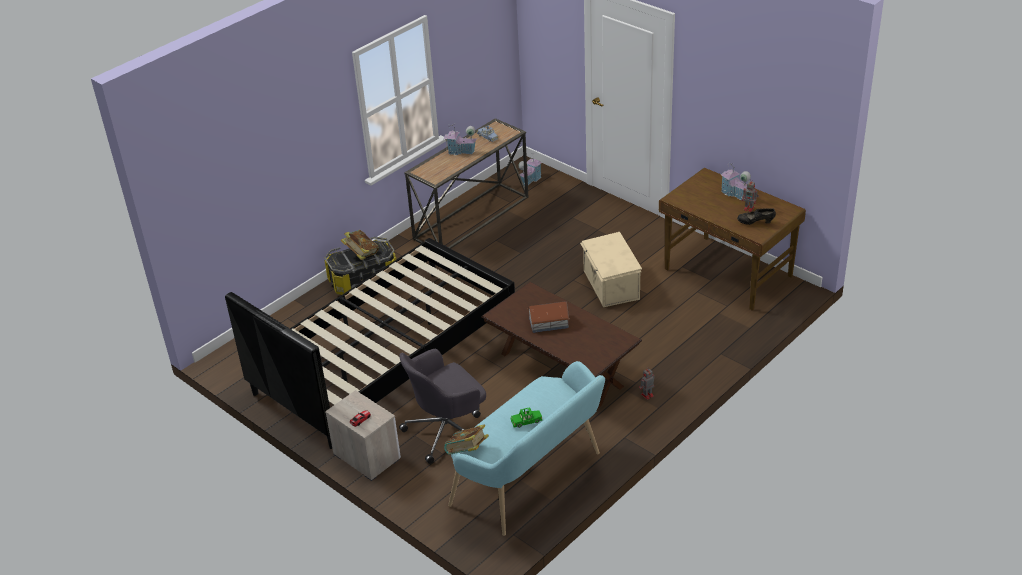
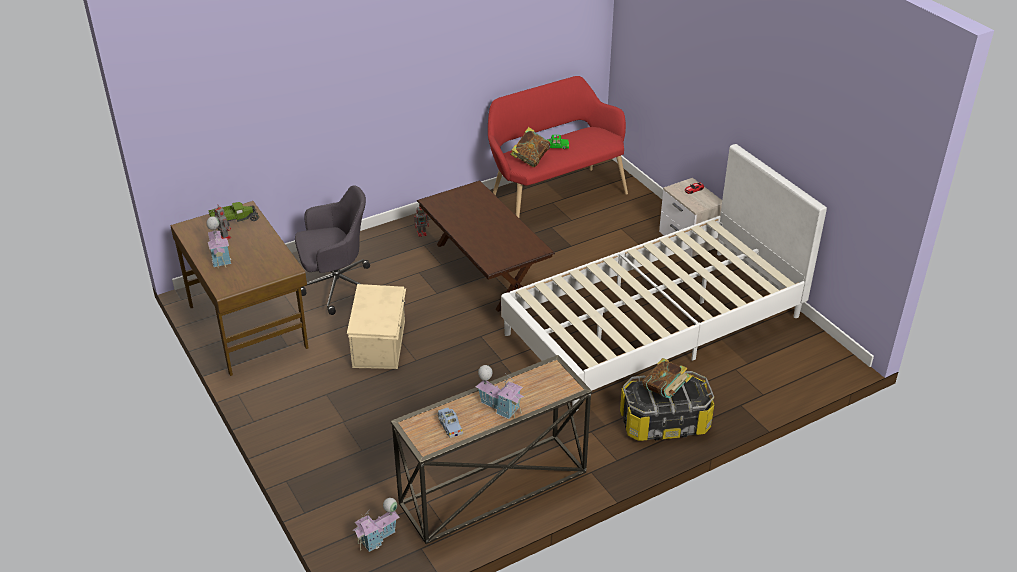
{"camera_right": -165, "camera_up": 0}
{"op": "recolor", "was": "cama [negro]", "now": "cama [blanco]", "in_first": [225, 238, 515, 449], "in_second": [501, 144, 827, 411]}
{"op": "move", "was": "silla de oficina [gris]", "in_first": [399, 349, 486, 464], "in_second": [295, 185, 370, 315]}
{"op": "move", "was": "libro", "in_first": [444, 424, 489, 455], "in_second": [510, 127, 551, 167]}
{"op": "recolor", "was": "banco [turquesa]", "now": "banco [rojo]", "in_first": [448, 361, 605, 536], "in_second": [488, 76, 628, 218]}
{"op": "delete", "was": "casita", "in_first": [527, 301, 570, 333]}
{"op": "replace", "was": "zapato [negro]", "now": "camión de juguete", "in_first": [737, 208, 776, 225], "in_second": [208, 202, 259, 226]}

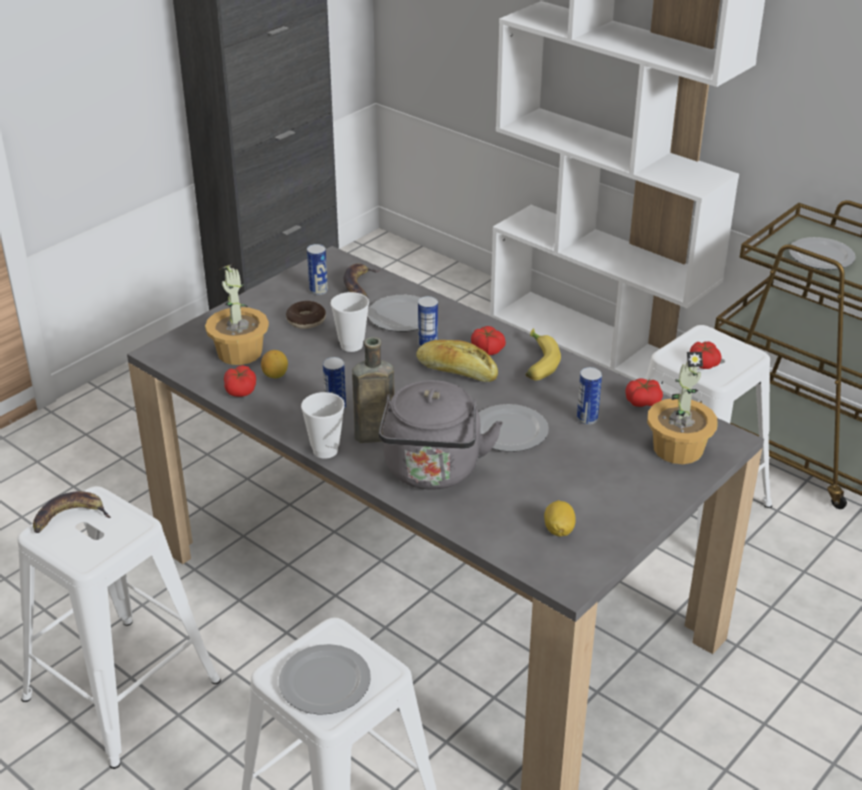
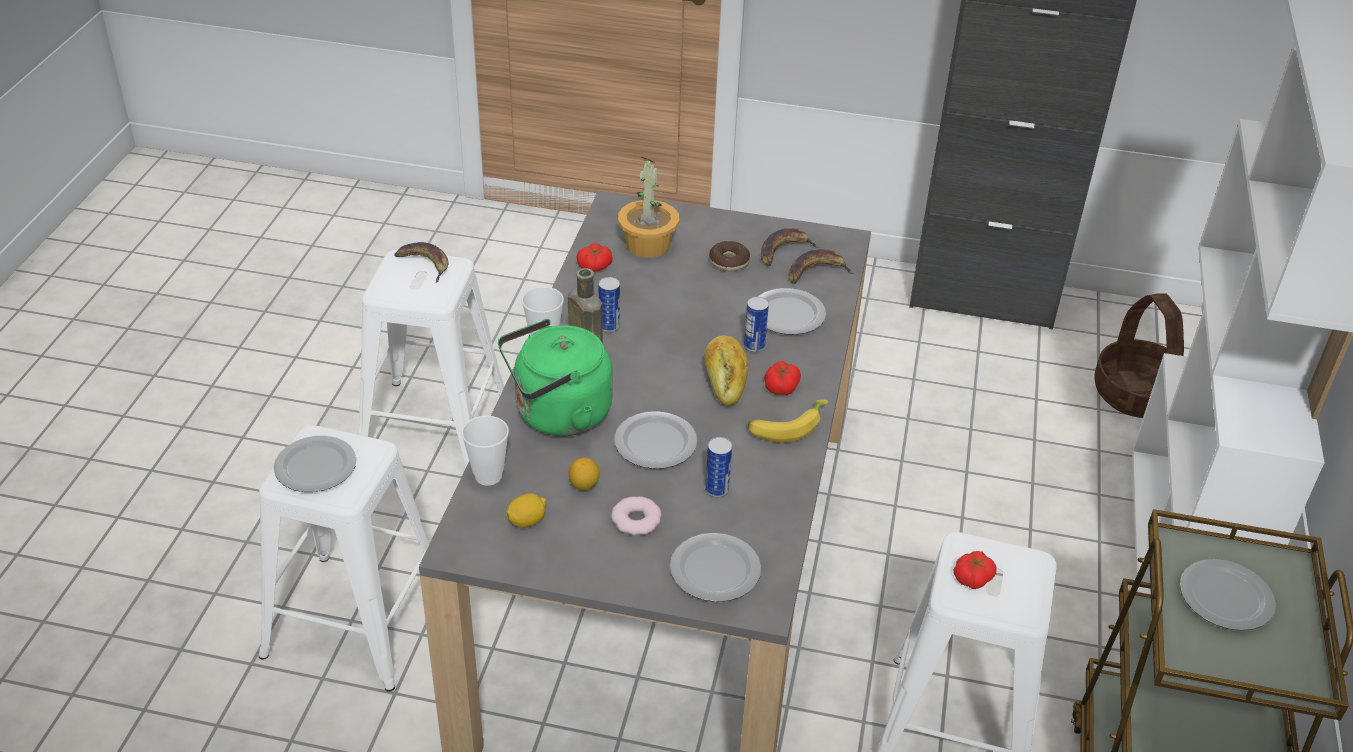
{"camera_right": 60, "camera_up": 5}
{"op": "move", "was": "limón", "in_first": [261, 350, 288, 378], "in_second": [569, 457, 600, 491]}
{"op": "replace", "was": "lata", "now": "plátano", "in_first": [307, 244, 328, 295], "in_second": [761, 228, 820, 266]}
{"op": "move", "was": "taza", "in_first": [330, 292, 369, 352], "in_second": [462, 416, 509, 486]}
{"op": "recolor", "was": "hervidor [gris]", "now": "hervidor [verde]", "in_first": [379, 380, 503, 490], "in_second": [498, 319, 613, 436]}
{"op": "delete", "was": "tomate", "in_first": [625, 378, 663, 407]}
{"op": "replace", "was": "planta en maceta", "now": "plato", "in_first": [647, 352, 718, 464], "in_second": [670, 533, 761, 602]}
{"op": "insert", "now": "rosquilla", "in_second": [611, 497, 661, 535]}
{"op": "insert", "now": "cesta", "in_second": [1094, 293, 1184, 418]}

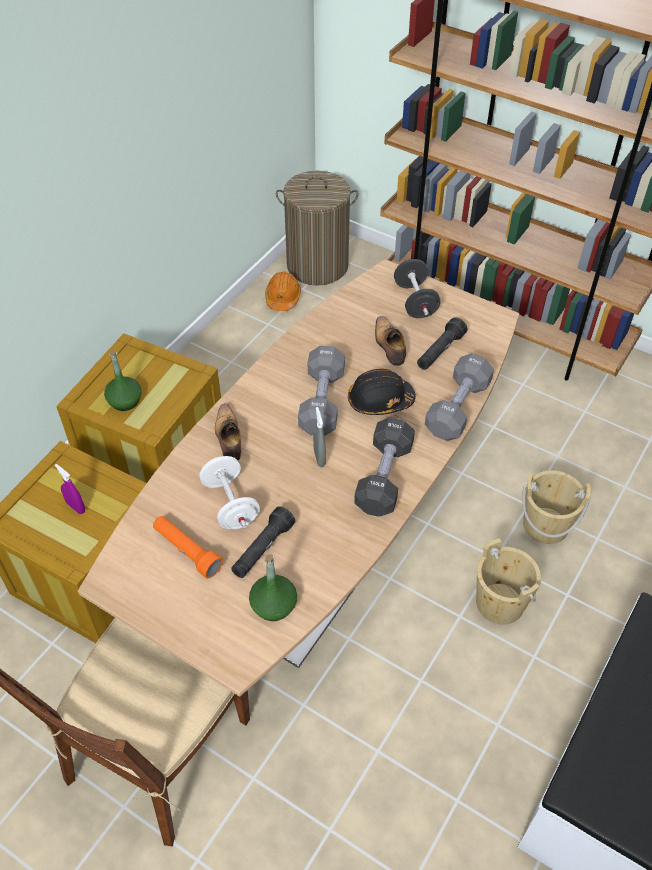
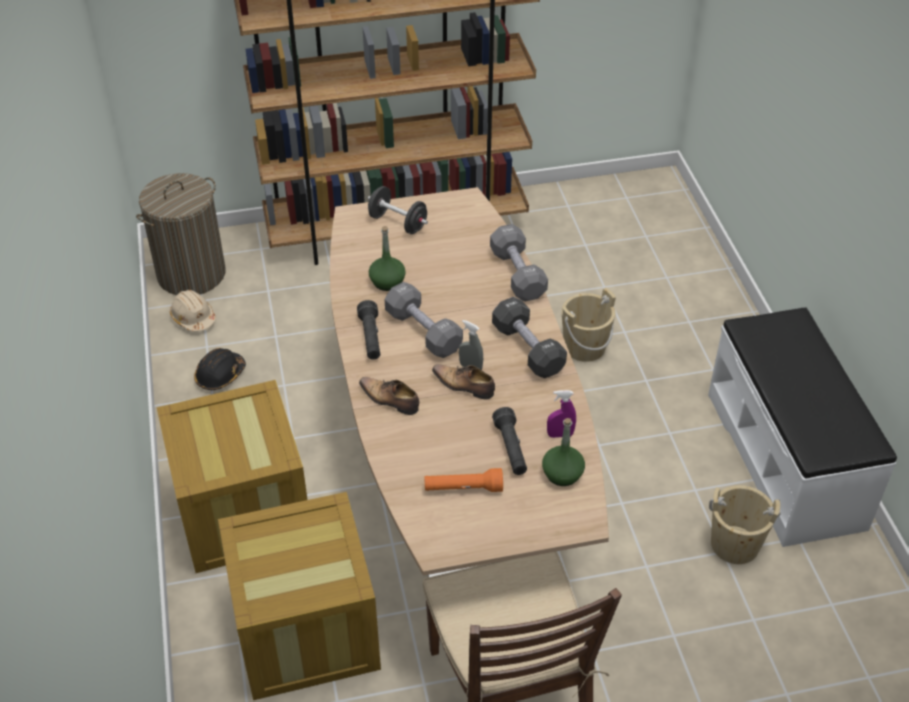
{"camera_right": -45, "camera_up": -5}
{"op": "move", "was": "pulverizador [morado]", "in_first": [55, 464, 85, 514], "in_second": [547, 390, 576, 438]}
{"op": "move", "was": "botella [verde]", "in_first": [104, 350, 141, 411], "in_second": [369, 226, 406, 291]}
{"op": "delete", "was": "mancuerna [blanco]", "in_first": [199, 456, 260, 529]}
{"op": "recolor", "was": "casco [naranja]", "now": "casco [beis]", "in_first": [265, 271, 301, 311], "in_second": [170, 290, 216, 332]}
{"op": "move", "was": "casco [negro]", "in_first": [348, 369, 416, 415], "in_second": [194, 348, 246, 390]}
{"op": "move", "was": "zapato", "in_first": [375, 316, 406, 366], "in_second": [432, 364, 495, 400]}
{"op": "move", "was": "linterna [negro]", "in_first": [417, 317, 467, 370], "in_second": [357, 300, 380, 360]}
{"op": "move", "was": "cubo [beis]", "in_first": [476, 538, 541, 625], "in_second": [709, 485, 781, 564]}

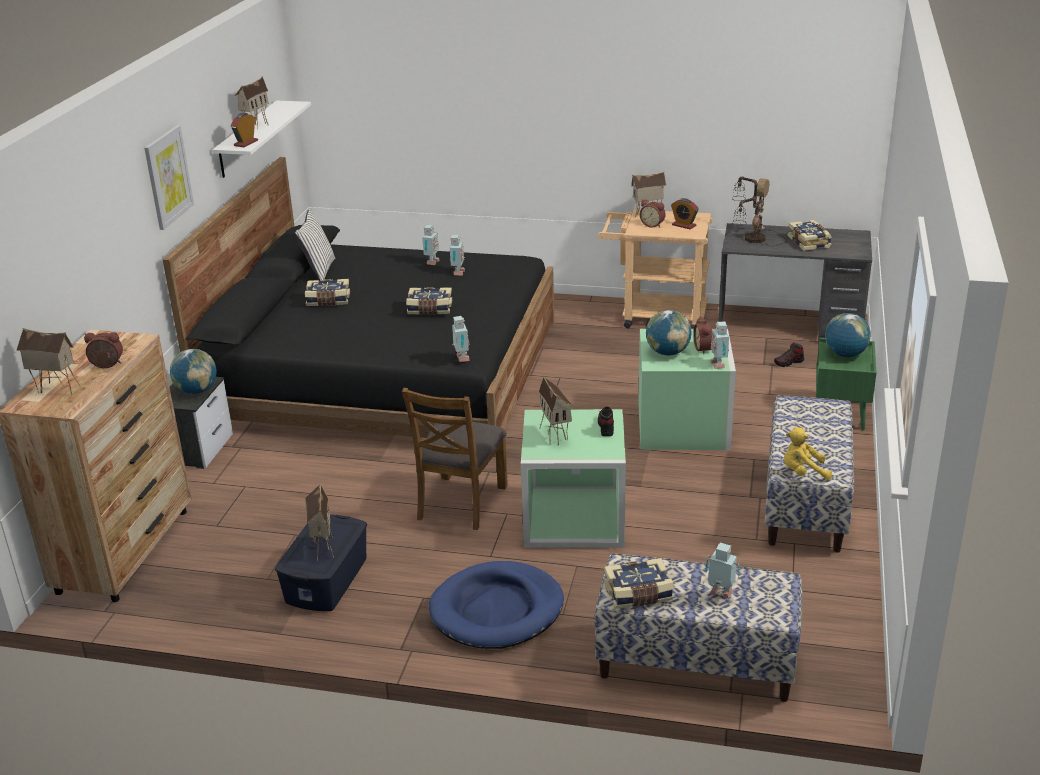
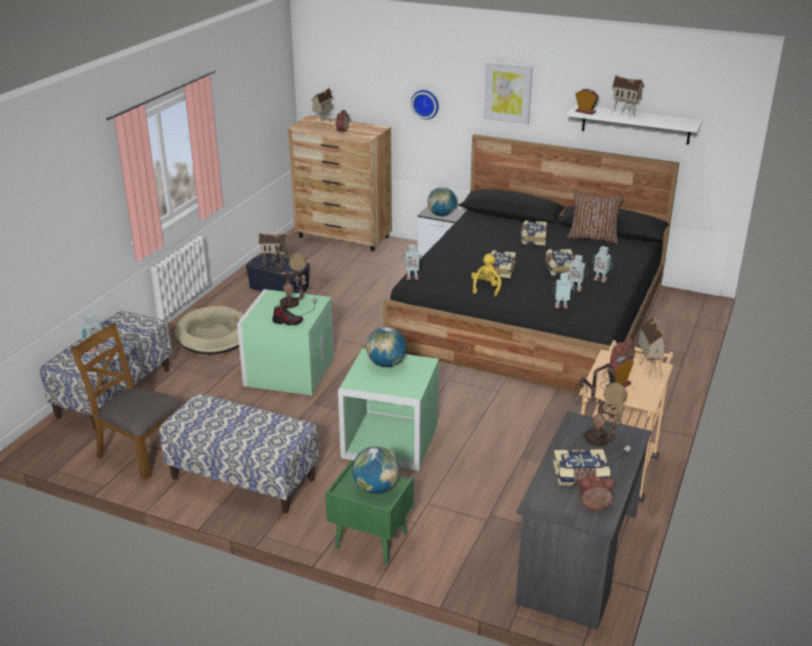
{"camera_right": 100, "camera_up": 0}
{"op": "recolor", "was": "cojín [blanco]", "now": "cojín [marrón]", "in_first": [295, 209, 335, 281], "in_second": [567, 191, 624, 244]}
{"op": "move", "was": "silla [marrón]", "in_first": [402, 388, 508, 530], "in_second": [70, 323, 182, 480]}
{"op": "recolor", "was": "cama para perro [azul]", "now": "cama para perro [beis]", "in_first": [429, 561, 564, 649], "in_second": [175, 306, 244, 354]}
{"op": "replace", "was": "casita", "now": "lámpara de mesa", "in_first": [539, 376, 573, 446], "in_second": [260, 243, 317, 316]}
{"op": "move", "was": "libro", "in_first": [604, 558, 674, 609], "in_second": [546, 249, 574, 276]}
{"op": "move", "was": "despertador", "in_first": [693, 317, 712, 354], "in_second": [580, 477, 614, 511]}
{"op": "move", "was": "robot de juguete", "in_first": [710, 322, 729, 369], "in_second": [552, 273, 575, 308]}
{"op": "delete", "was": "zapato", "in_first": [774, 342, 804, 367]}
{"op": "move", "was": "peluche [amarillo]", "in_first": [784, 427, 832, 480], "in_second": [471, 254, 502, 297]}
{"op": "insert", "now": "reloj de pared", "in_second": [411, 90, 439, 120]}

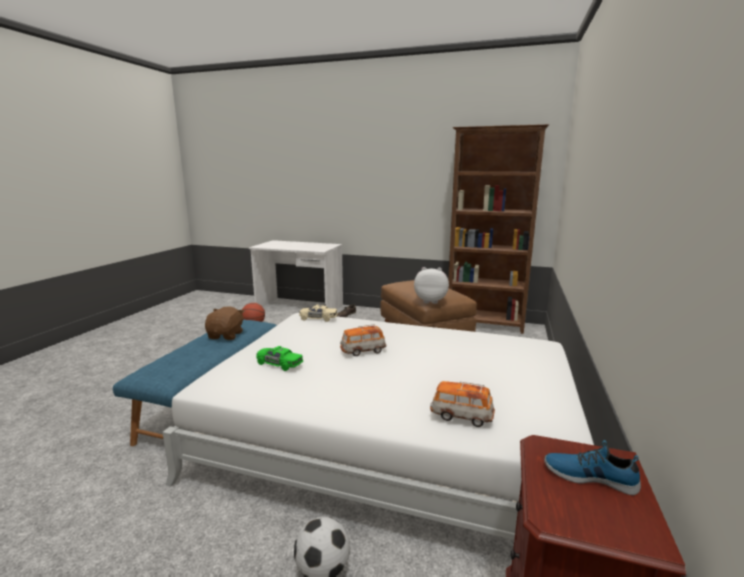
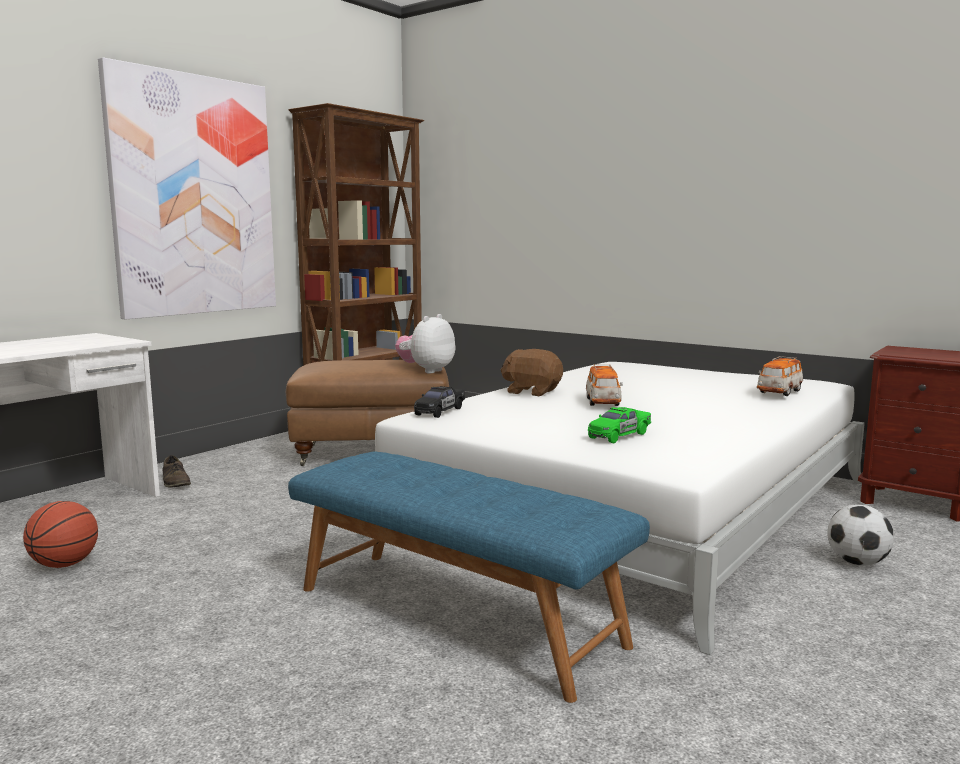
{"camera_right": -70, "camera_up": -5}
{"op": "move", "was": "peluche [marrón]", "in_first": [205, 306, 244, 340], "in_second": [501, 349, 563, 396]}
{"op": "recolor", "was": "coche de juguete [beis]", "now": "coche de juguete [negro]", "in_first": [299, 305, 338, 322], "in_second": [414, 386, 465, 418]}
{"op": "delete", "was": "zapato", "in_first": [544, 440, 641, 495]}
{"op": "insert", "now": "cuadro", "in_second": [98, 57, 276, 320]}

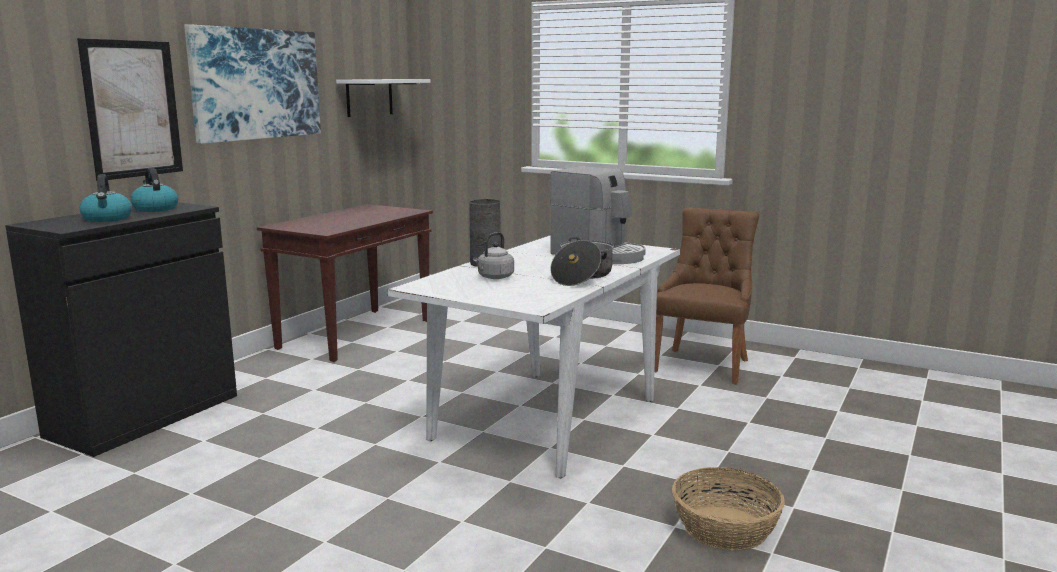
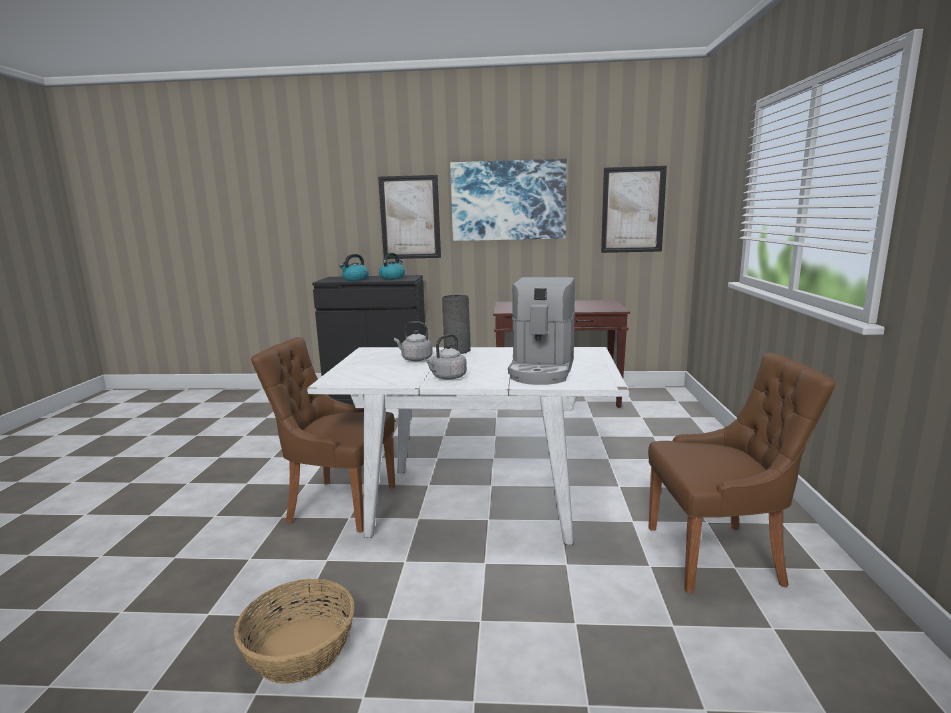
{"camera_right": 65, "camera_up": 0}
{"op": "replace", "was": "estante [blanco]", "now": "cuadro", "in_first": [336, 79, 431, 117], "in_second": [601, 166, 667, 253]}
{"op": "replace", "was": "olla", "now": "hervidor [gris]", "in_first": [550, 237, 614, 286], "in_second": [424, 334, 467, 380]}
{"op": "insert", "now": "silla [marrón]", "in_second": [251, 337, 395, 533]}

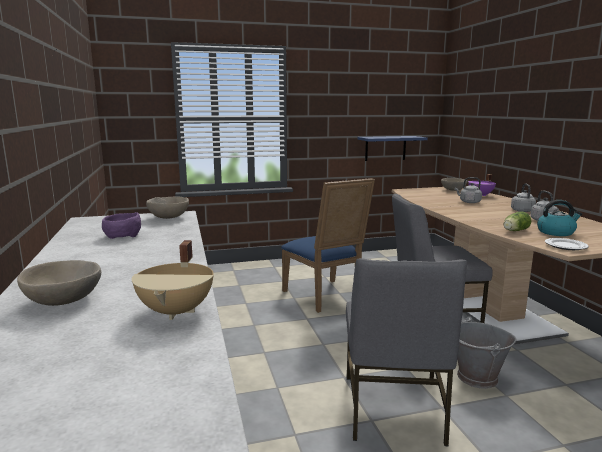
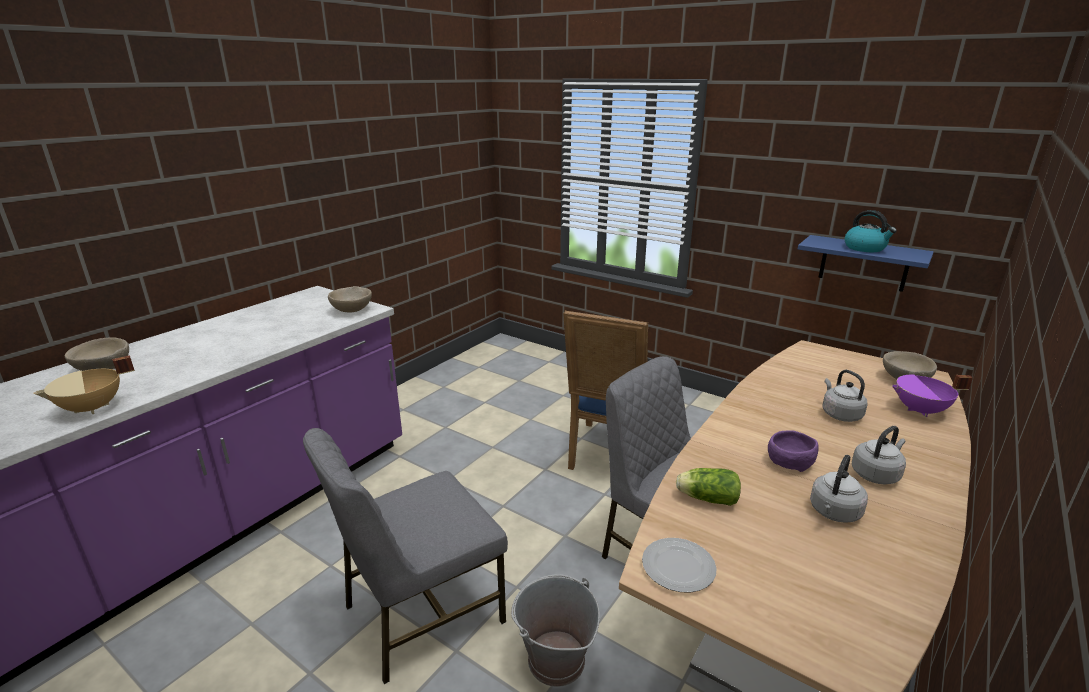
{"camera_right": 50, "camera_up": 10}
{"op": "move", "was": "cuenco [morado]", "in_first": [102, 212, 141, 239], "in_second": [768, 430, 819, 472]}
{"op": "move", "was": "hervidor", "in_first": [537, 200, 582, 236], "in_second": [845, 210, 897, 252]}

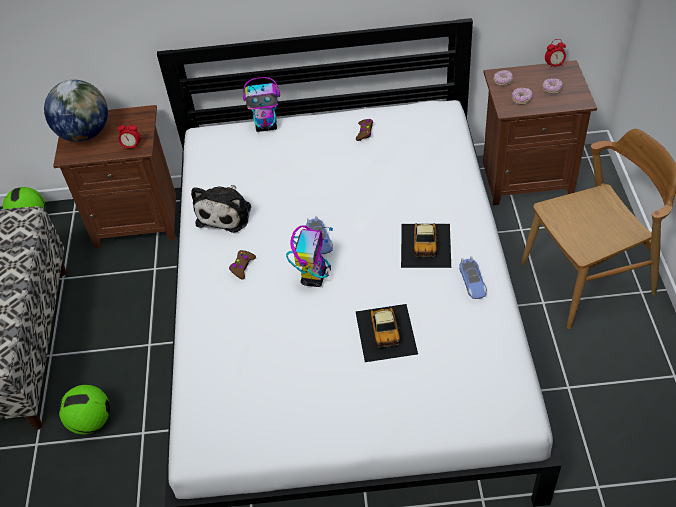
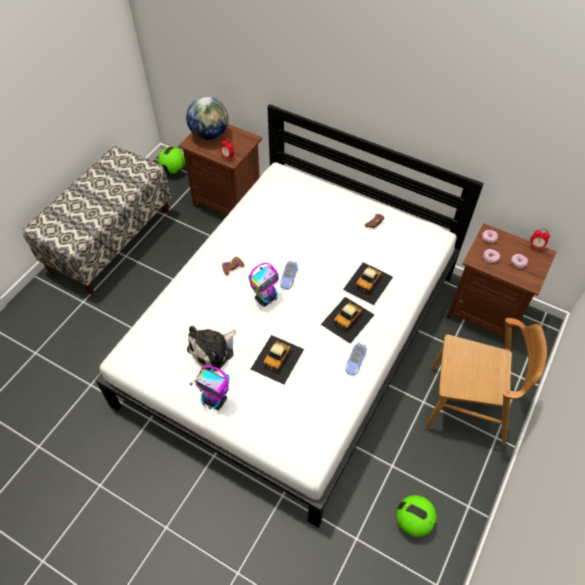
{"camera_right": 30, "camera_up": 5}
{"op": "move", "was": "balón de fútbol", "in_first": [59, 385, 110, 434], "in_second": [396, 495, 437, 537]}
{"op": "move", "was": "peluche", "in_first": [191, 185, 251, 233], "in_second": [187, 326, 236, 372]}
{"op": "move", "was": "robot de juguete", "in_first": [243, 77, 280, 132], "in_second": [190, 366, 229, 410]}
{"op": "insert", "now": "coche de juguete", "in_second": [343, 262, 393, 305]}

